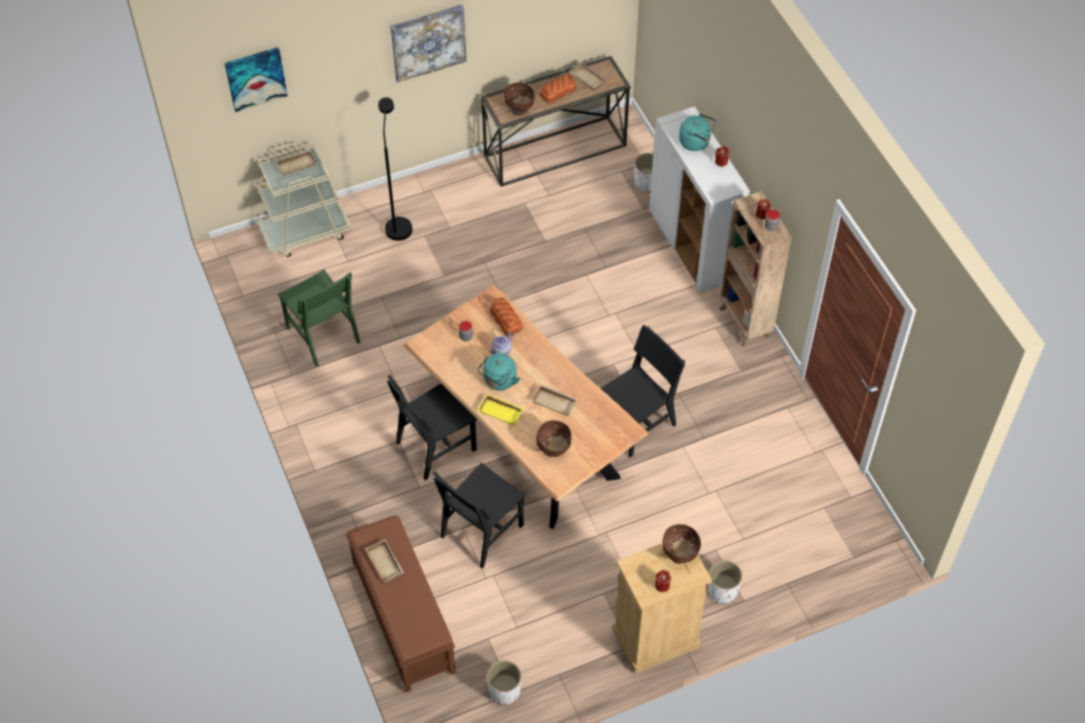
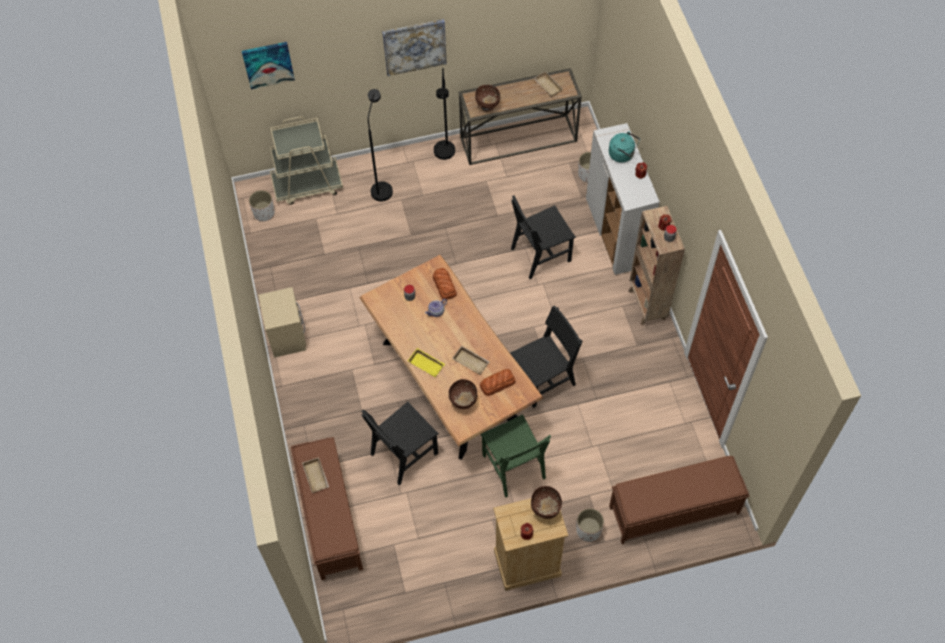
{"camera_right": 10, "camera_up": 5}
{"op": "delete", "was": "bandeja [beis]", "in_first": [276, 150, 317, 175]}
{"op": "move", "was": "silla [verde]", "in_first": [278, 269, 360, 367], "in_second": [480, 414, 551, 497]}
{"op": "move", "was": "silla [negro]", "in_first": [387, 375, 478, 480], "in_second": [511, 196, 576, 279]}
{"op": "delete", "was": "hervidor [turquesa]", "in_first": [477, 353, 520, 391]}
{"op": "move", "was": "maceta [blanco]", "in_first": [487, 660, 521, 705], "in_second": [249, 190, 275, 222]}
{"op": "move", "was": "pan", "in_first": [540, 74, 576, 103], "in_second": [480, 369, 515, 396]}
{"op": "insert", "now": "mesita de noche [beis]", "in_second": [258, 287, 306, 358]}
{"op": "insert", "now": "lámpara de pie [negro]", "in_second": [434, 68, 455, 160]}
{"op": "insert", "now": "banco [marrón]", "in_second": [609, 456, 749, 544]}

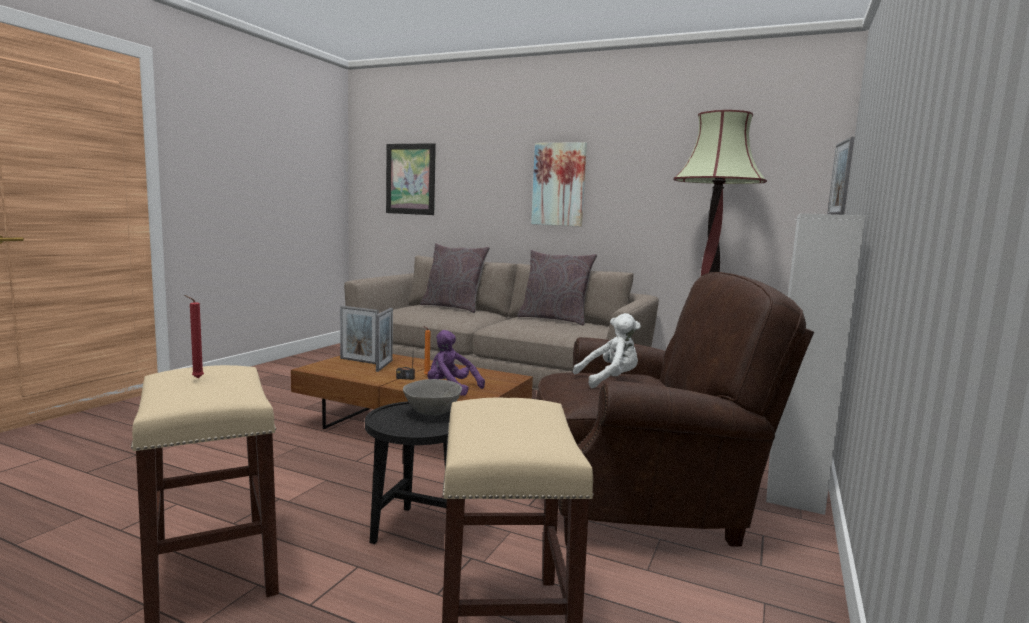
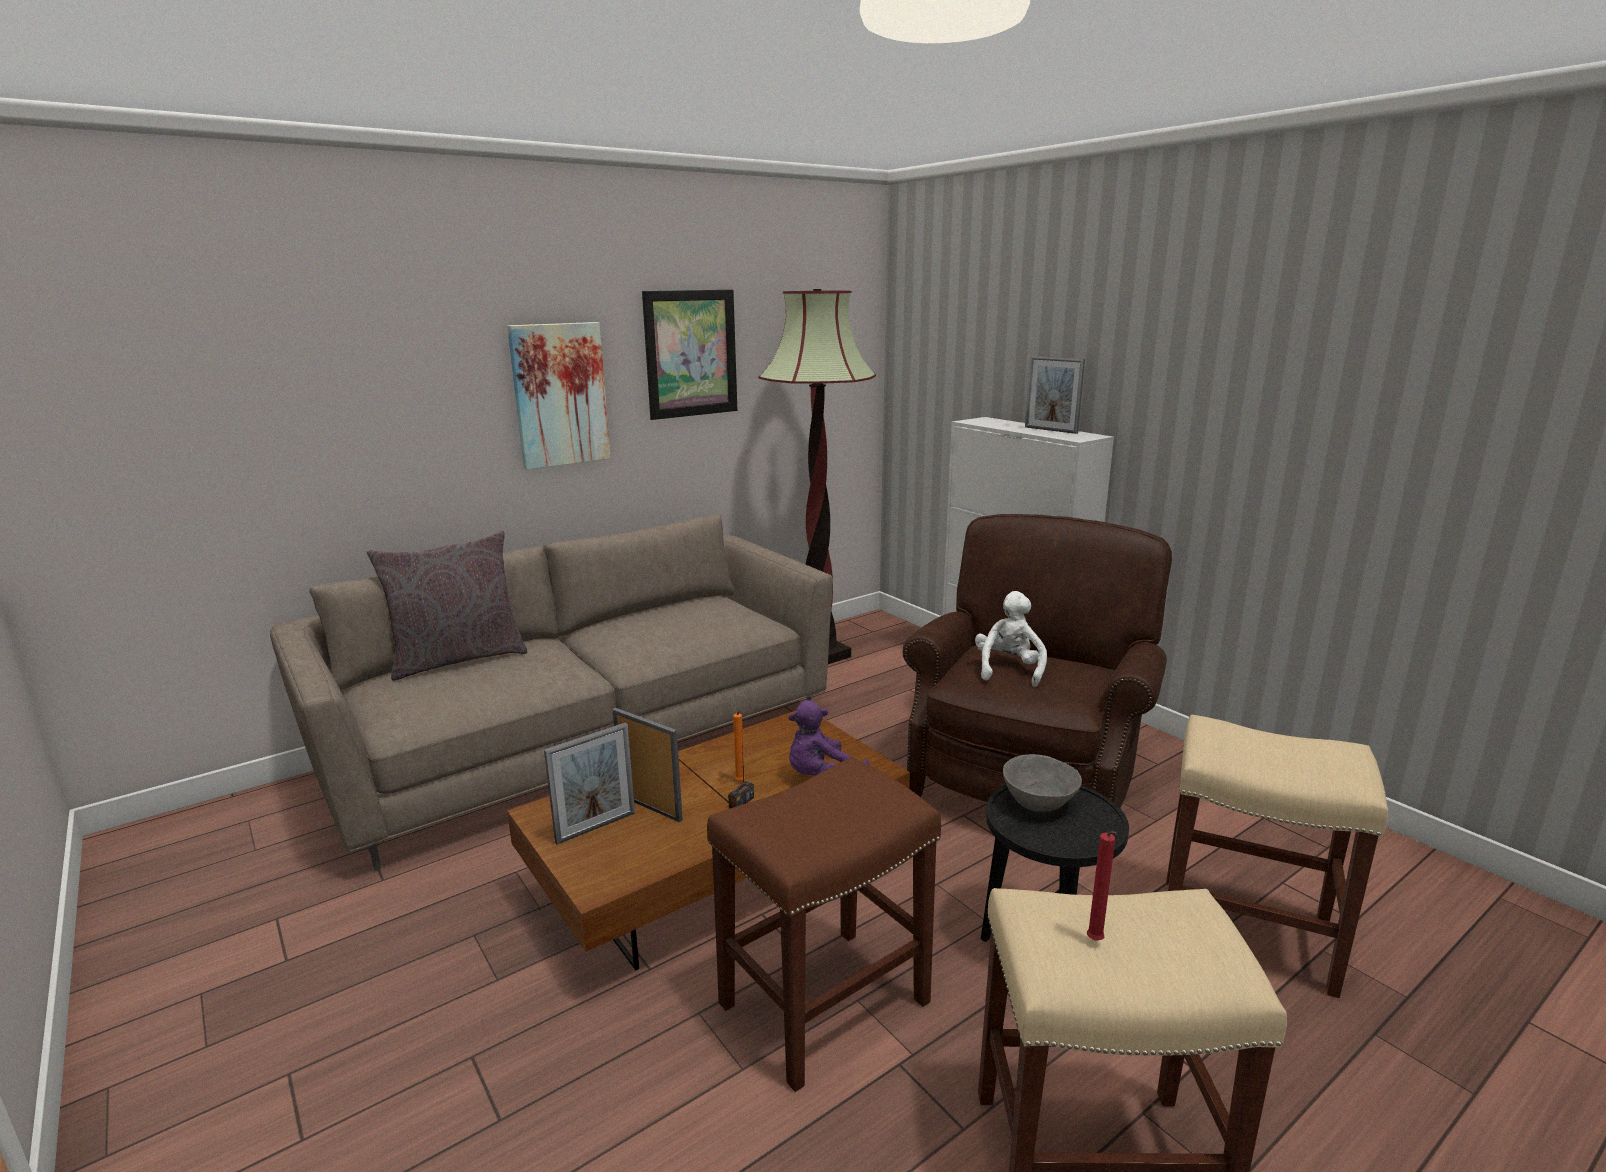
{"camera_right": -60, "camera_up": 10}
{"op": "move", "was": "cuadro", "in_first": [386, 143, 436, 215], "in_second": [642, 290, 737, 420]}
{"op": "delete", "was": "cojín [gris]", "in_first": [517, 250, 597, 326]}
{"op": "insert", "now": "taburete [marrón]", "in_second": [707, 757, 941, 1092]}

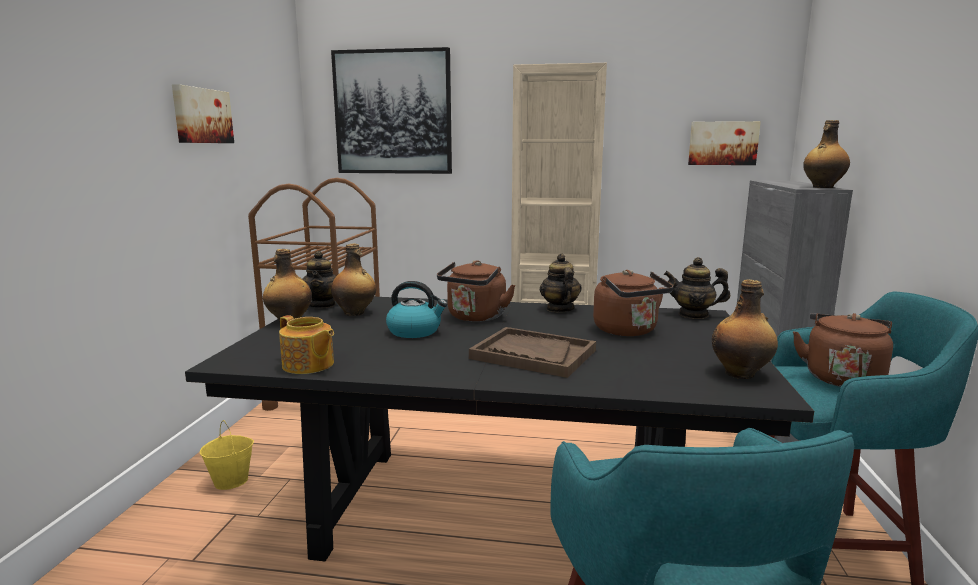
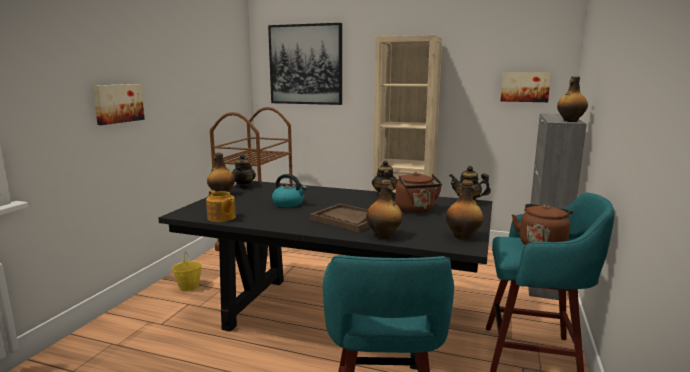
{"camera_right": 10, "camera_up": 0}
{"op": "move", "was": "cuadro", "in_first": [172, 84, 234, 143], "in_second": [92, 84, 145, 125]}
{"op": "move", "was": "botella", "in_first": [331, 243, 376, 316], "in_second": [366, 180, 403, 239]}
{"op": "delete", "was": "hervidor [marrón]", "in_first": [437, 260, 516, 322]}

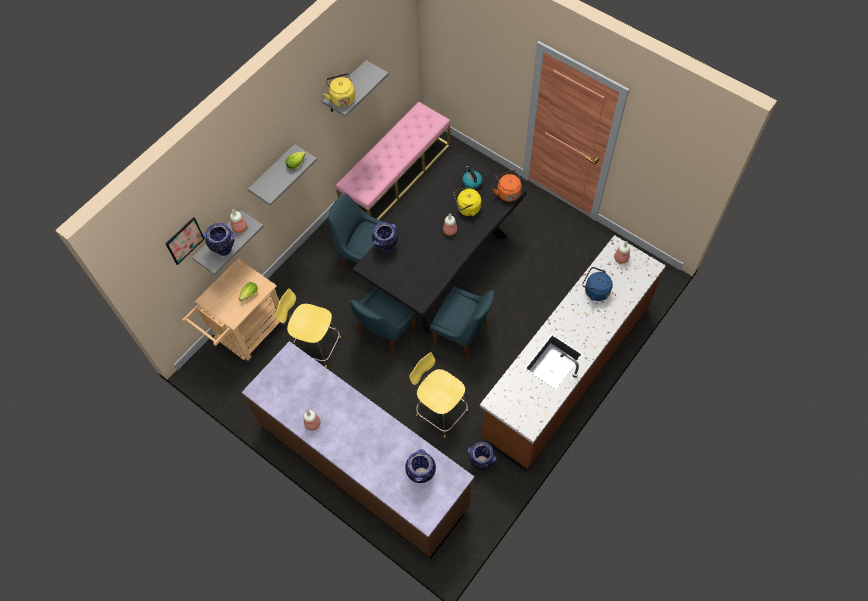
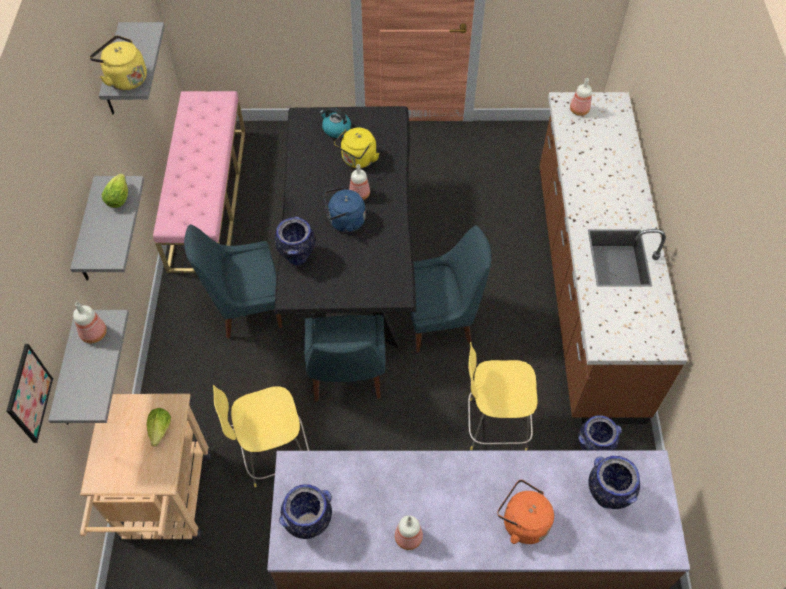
{"camera_right": -40, "camera_up": -5}
{"op": "move", "was": "florero", "in_first": [203, 223, 235, 256], "in_second": [279, 484, 332, 539]}
{"op": "move", "was": "hervidor [naranja]", "in_first": [493, 170, 522, 202], "in_second": [497, 479, 554, 544]}
{"op": "move", "was": "hervidor [azul]", "in_first": [582, 267, 613, 301], "in_second": [324, 187, 366, 232]}

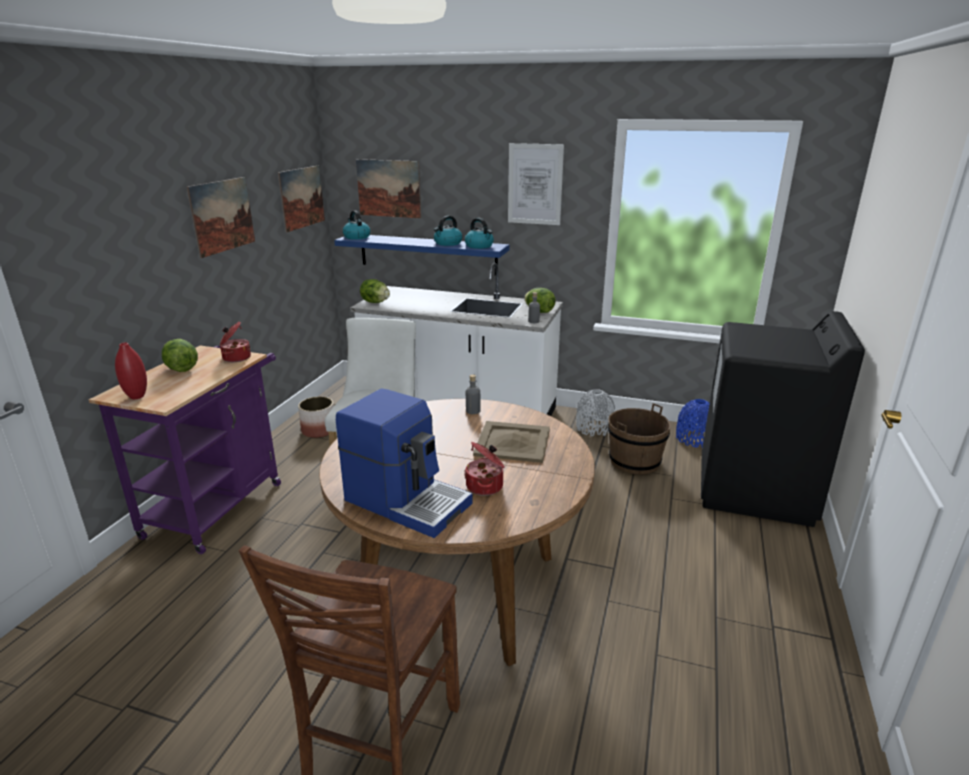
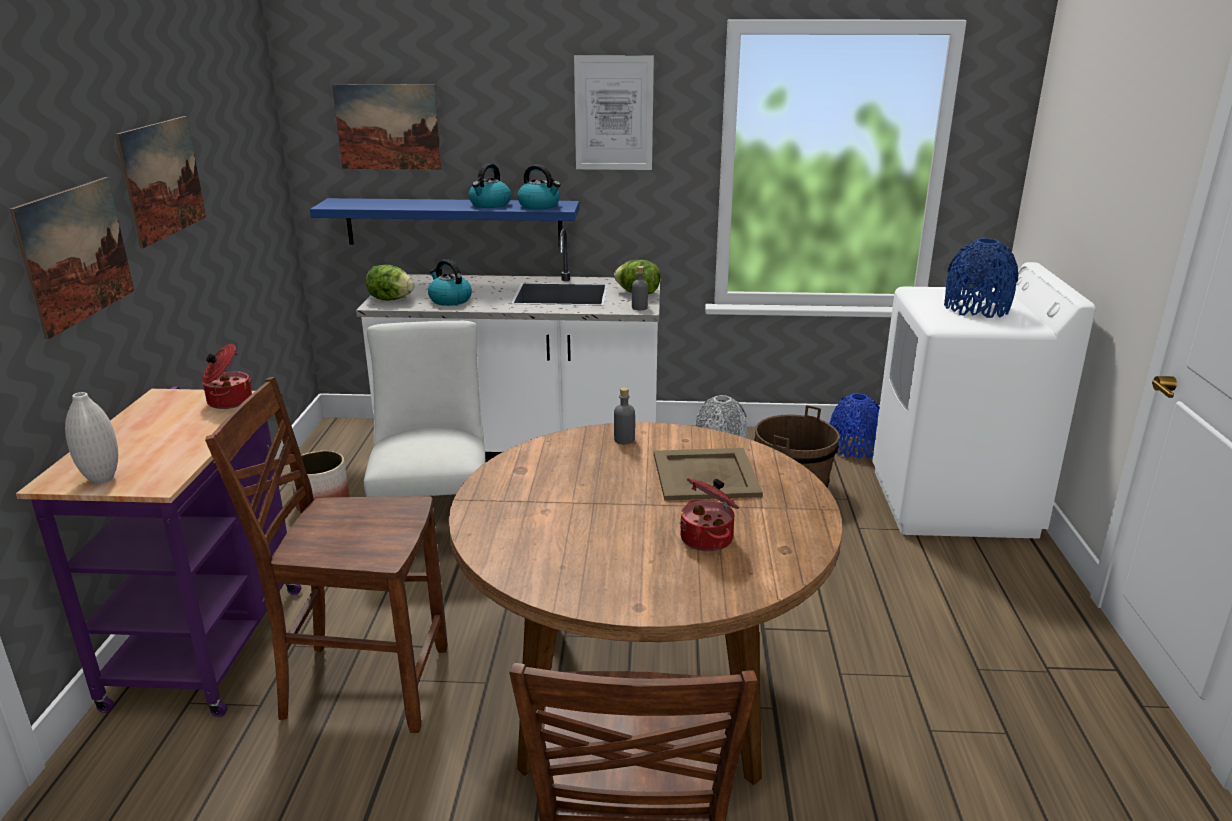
{"camera_right": -15, "camera_up": 0}
{"op": "recolor", "was": "florero [rojo]", "now": "florero [blanco]", "in_first": [115, 343, 147, 399], "in_second": [65, 392, 118, 484]}
{"op": "delete", "was": "lechuga", "in_first": [162, 339, 198, 372]}
{"op": "move", "was": "cuadro", "in_first": [278, 166, 325, 232], "in_second": [9, 177, 134, 339]}
{"op": "delete", "was": "cafetera", "in_first": [336, 388, 472, 538]}
{"op": "move", "was": "hervidor", "in_first": [343, 211, 370, 240], "in_second": [428, 260, 472, 306]}
{"op": "recolor", "was": "lavadora [negro]", "now": "lavadora [blanco]", "in_first": [701, 311, 865, 527], "in_second": [872, 262, 1096, 539]}
{"op": "insert", "now": "silla [marrón]", "in_second": [205, 377, 448, 733]}
{"op": "insert", "now": "florero [azul]", "in_second": [944, 238, 1018, 318]}

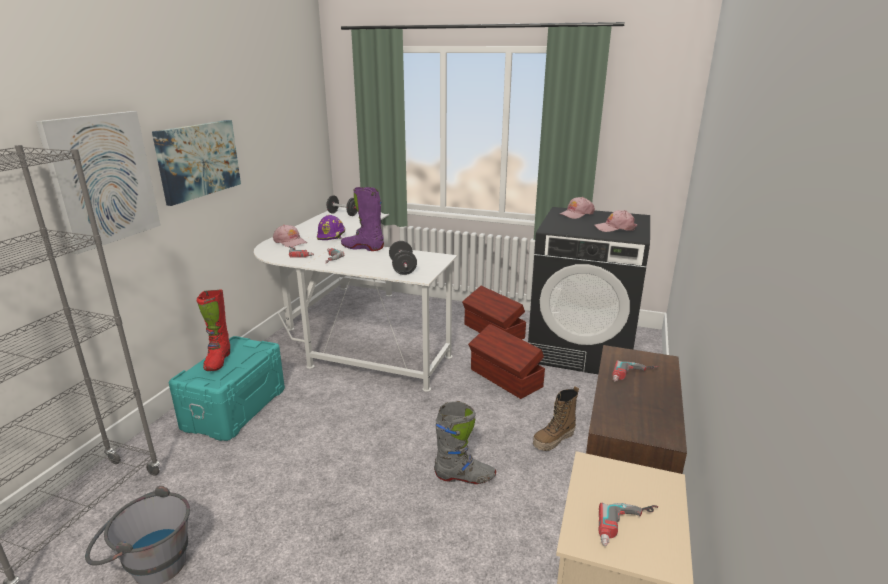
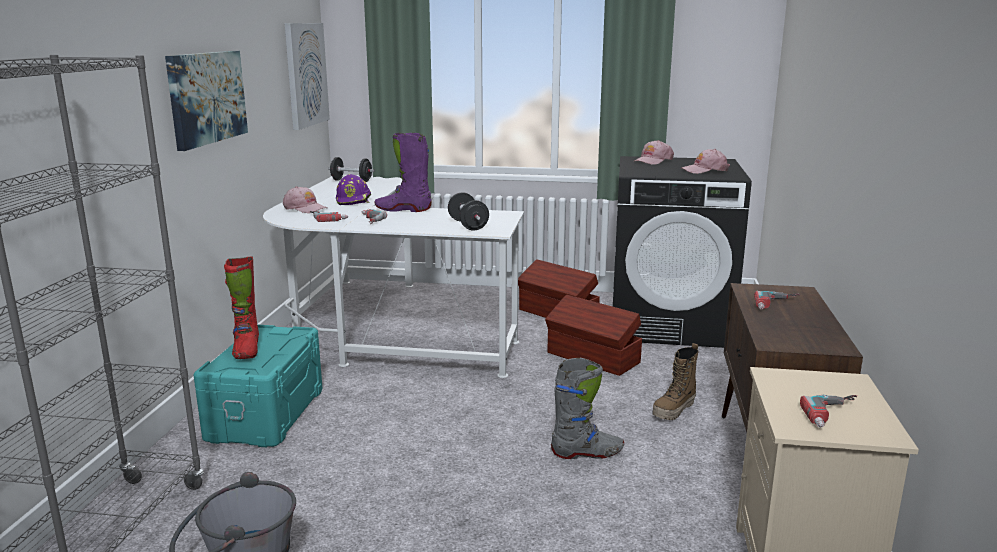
{"camera_right": -10, "camera_up": -5}
{"op": "move", "was": "cuadro", "in_first": [36, 111, 161, 254], "in_second": [284, 23, 330, 130]}

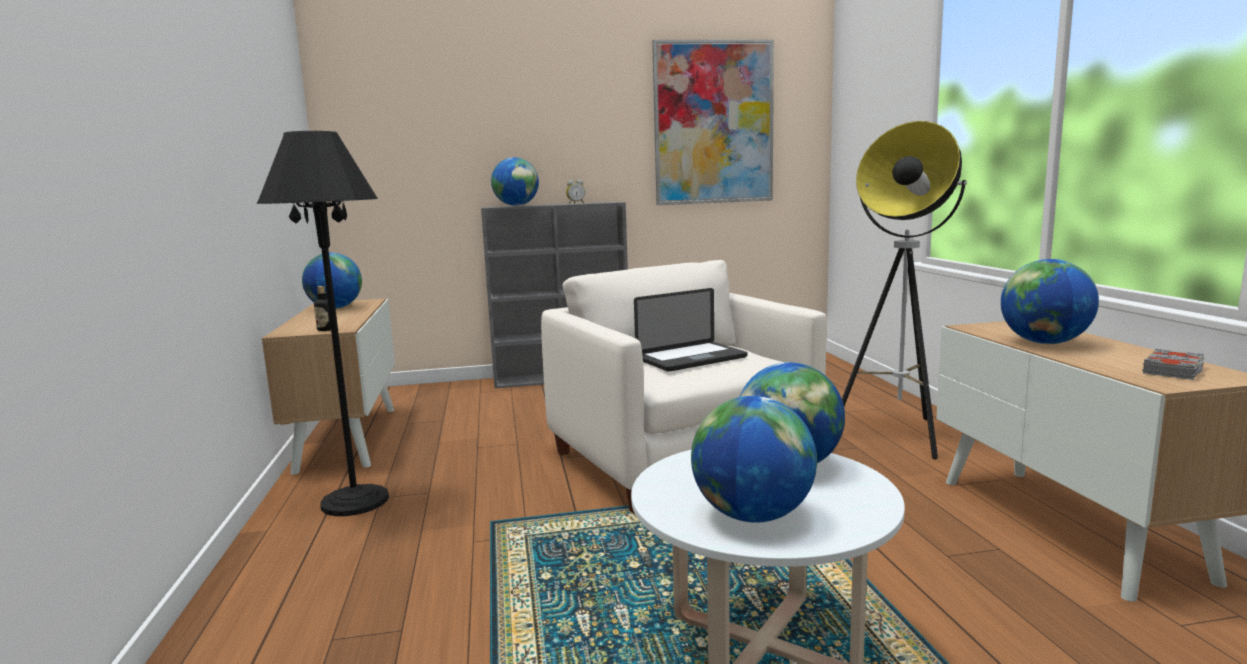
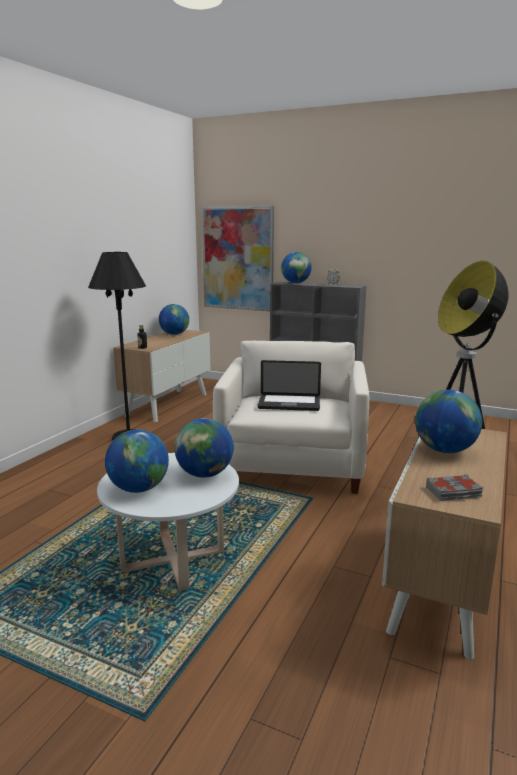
{"camera_right": 35, "camera_up": 5}
{"op": "move", "was": "cuadro", "in_first": [652, 39, 774, 205], "in_second": [201, 206, 274, 311]}

